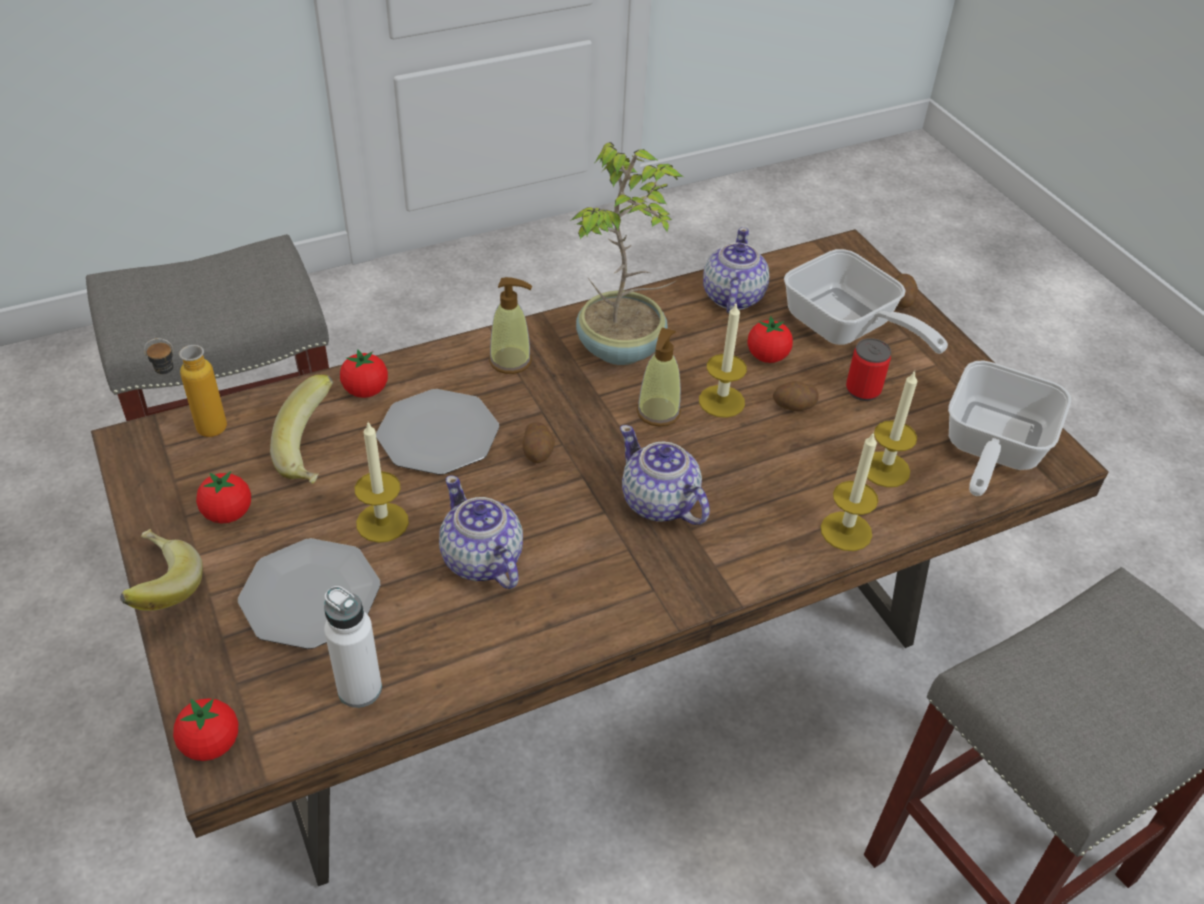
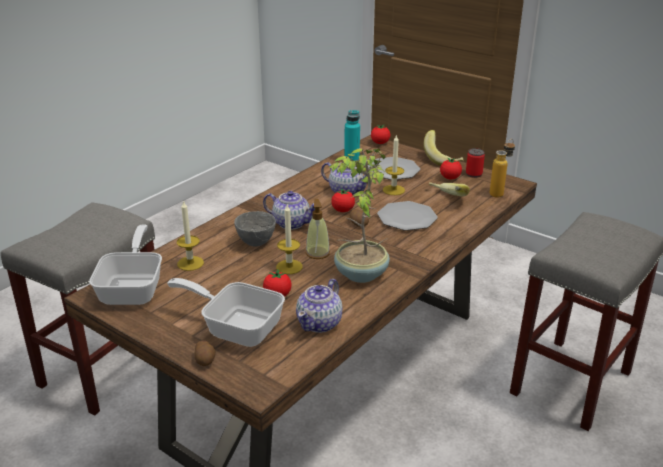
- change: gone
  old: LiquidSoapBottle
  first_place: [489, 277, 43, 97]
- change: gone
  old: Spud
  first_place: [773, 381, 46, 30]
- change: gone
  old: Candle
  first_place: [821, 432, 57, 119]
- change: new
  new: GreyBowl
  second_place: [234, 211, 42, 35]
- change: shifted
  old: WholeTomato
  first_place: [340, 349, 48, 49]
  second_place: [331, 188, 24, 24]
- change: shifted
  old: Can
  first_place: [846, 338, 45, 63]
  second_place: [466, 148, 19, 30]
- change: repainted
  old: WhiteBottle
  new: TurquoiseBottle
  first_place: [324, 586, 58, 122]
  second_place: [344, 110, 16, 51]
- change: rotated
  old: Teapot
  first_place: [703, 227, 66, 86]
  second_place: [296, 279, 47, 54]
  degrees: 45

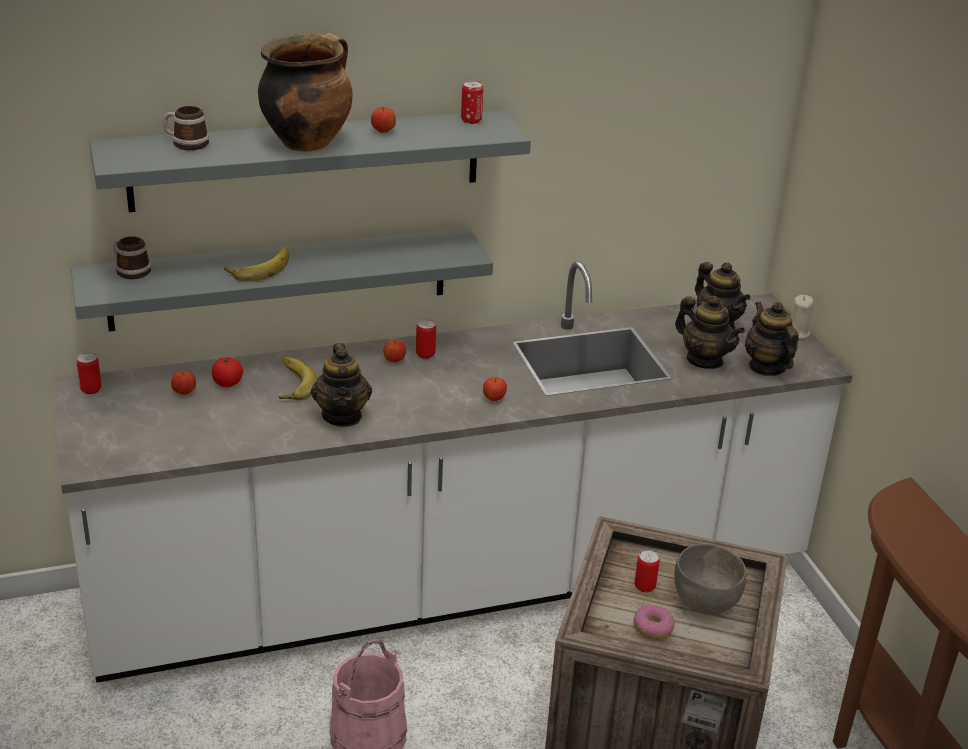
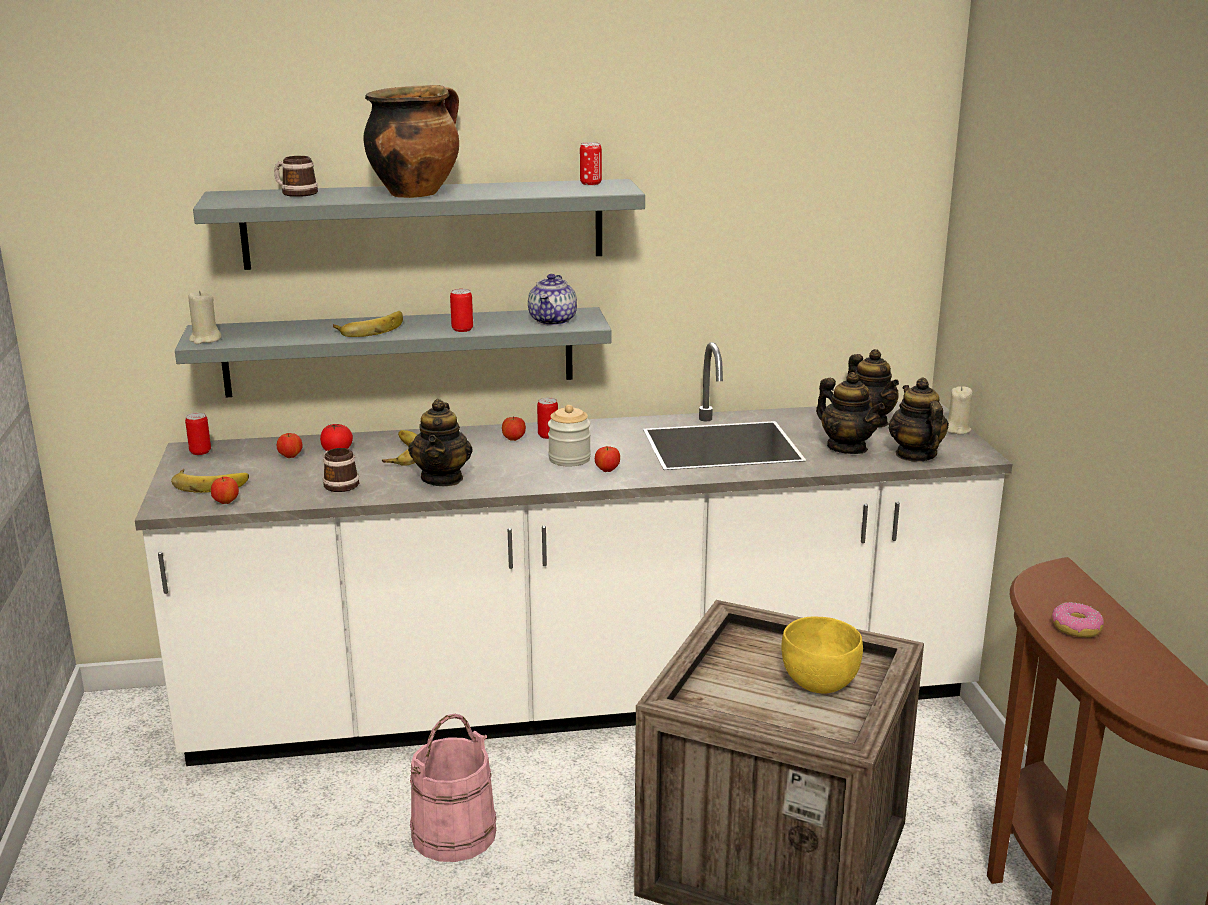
- change: new
  new: WholeBanana
  second_place: [171, 469, 78, 24]
- change: new
  new: BeigeCandle
  second_place: [188, 291, 34, 53]
- change: new
  new: Teapot
  second_place: [528, 274, 49, 52]
- change: new
  new: PreserveJar
  second_place: [548, 405, 43, 61]
- change: shifted
  old: CoffeeMug
  first_place: [113, 236, 38, 43]
  second_place: [323, 448, 36, 44]
- change: shifted
  old: Apple
  first_place: [371, 107, 25, 26]
  second_place: [211, 477, 28, 27]
- change: shifted
  old: Can
  first_place: [634, 550, 26, 42]
  second_place: [450, 289, 23, 43]
- change: shifted
  old: Doughnut
  first_place: [634, 605, 41, 34]
  second_place: [1052, 602, 52, 36]
- change: repainted
  old: GreyBowl
  new: YellowBowl
  first_place: [674, 544, 72, 71]
  second_place: [781, 617, 82, 76]

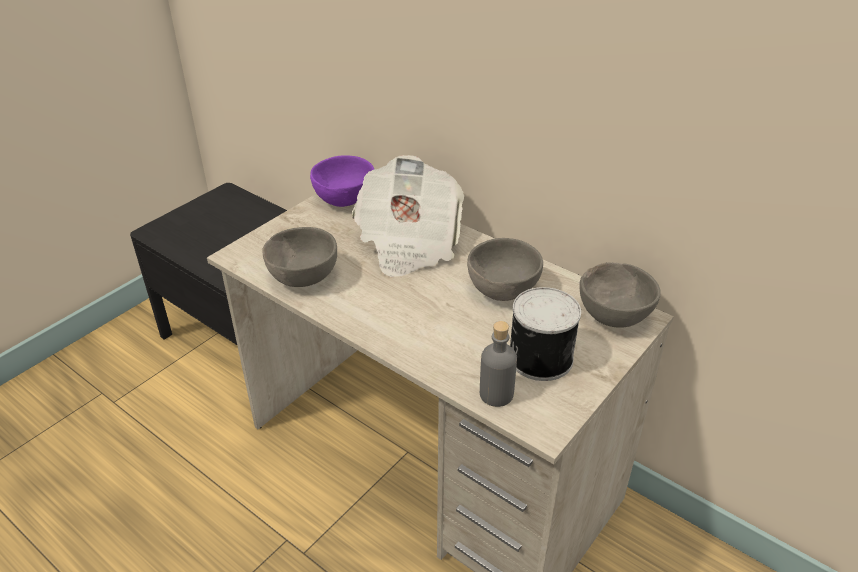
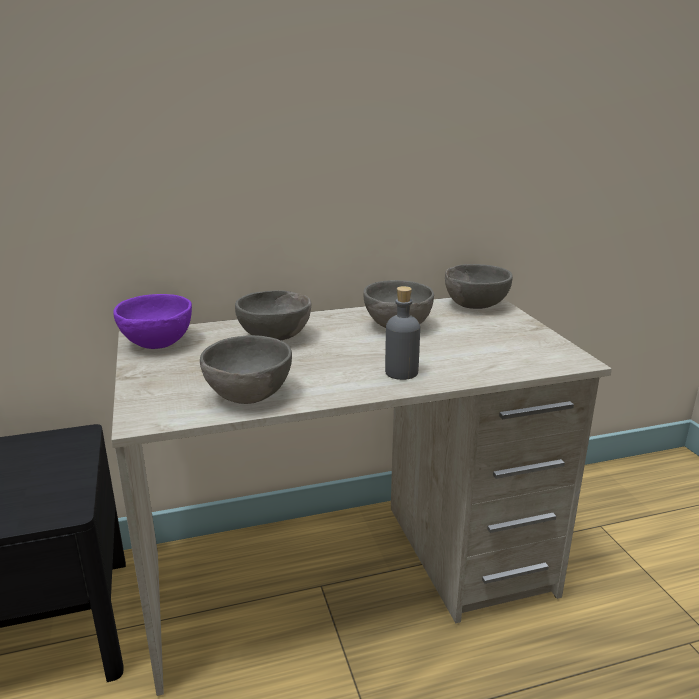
- change: gone
  old: Can
  first_place: [510, 287, 71, 94]
- change: shifted
  old: GreyBottle
  first_place: [480, 321, 37, 86]
  second_place: [385, 286, 35, 94]
- change: swapped
  old: Newspaper
  new: GreyBowl
  first_place: [352, 155, 112, 122]
  second_place: [235, 290, 77, 50]

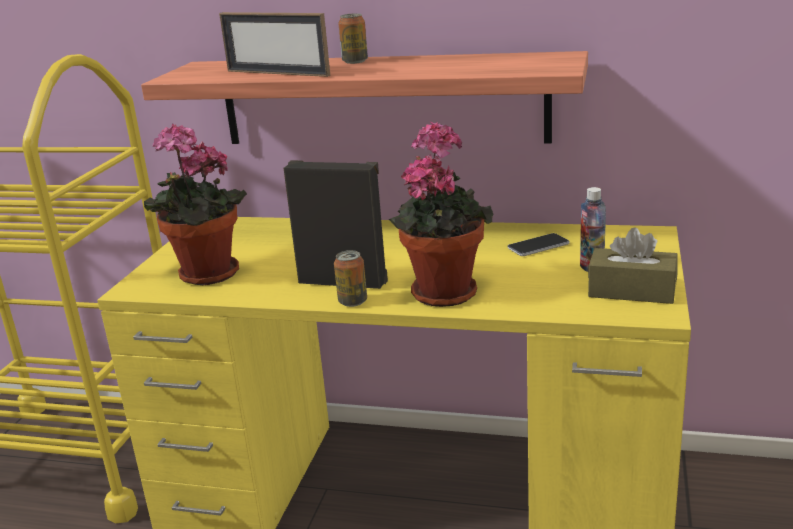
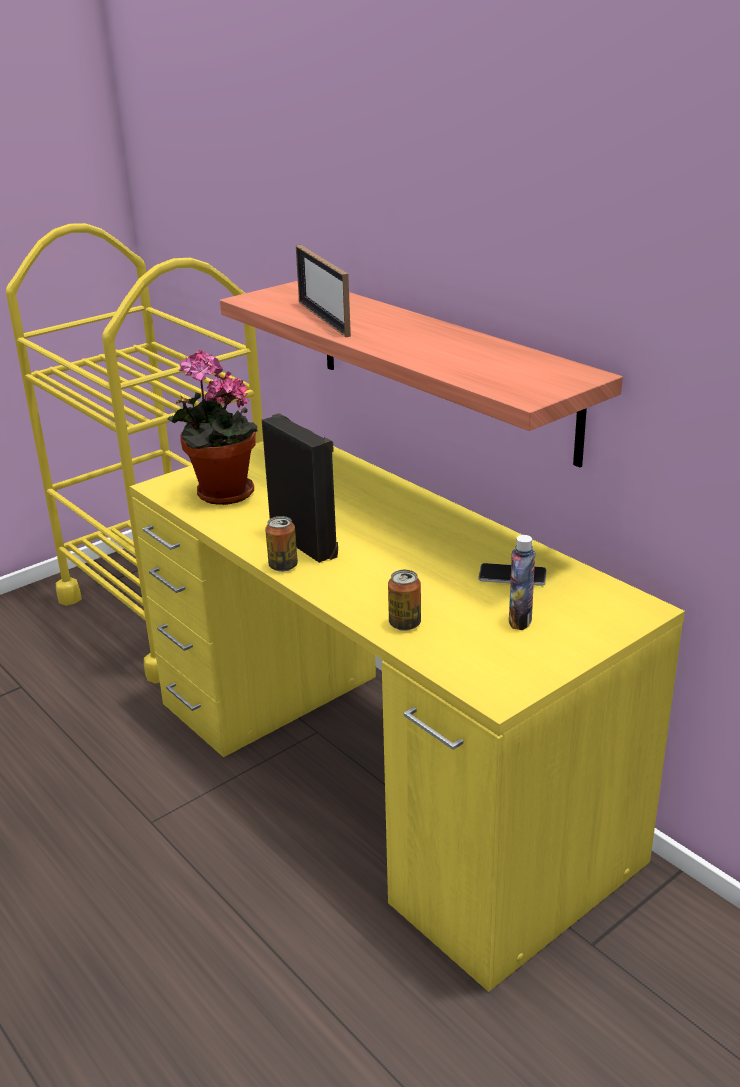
- change: gone
  old: PottedPlant
  first_place: [389, 122, 104, 185]
- change: gone
  old: BrownTissueBox
  first_place: [588, 227, 90, 77]
- change: shifted
  old: Can
  first_place: [338, 13, 30, 51]
  second_place: [388, 570, 33, 61]

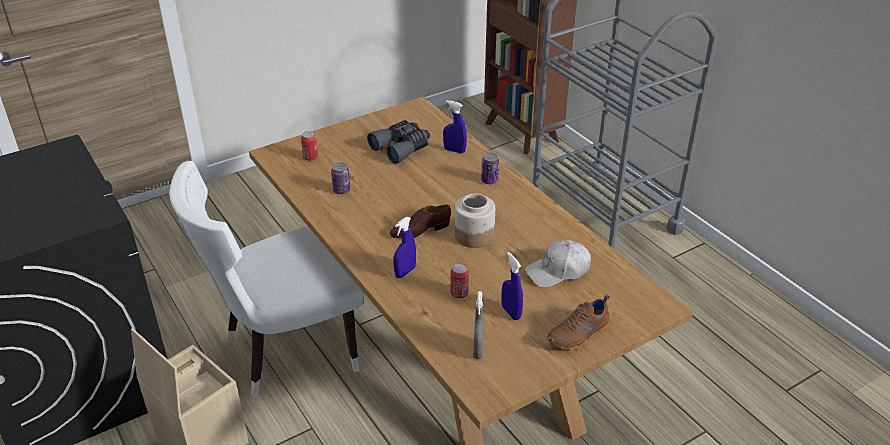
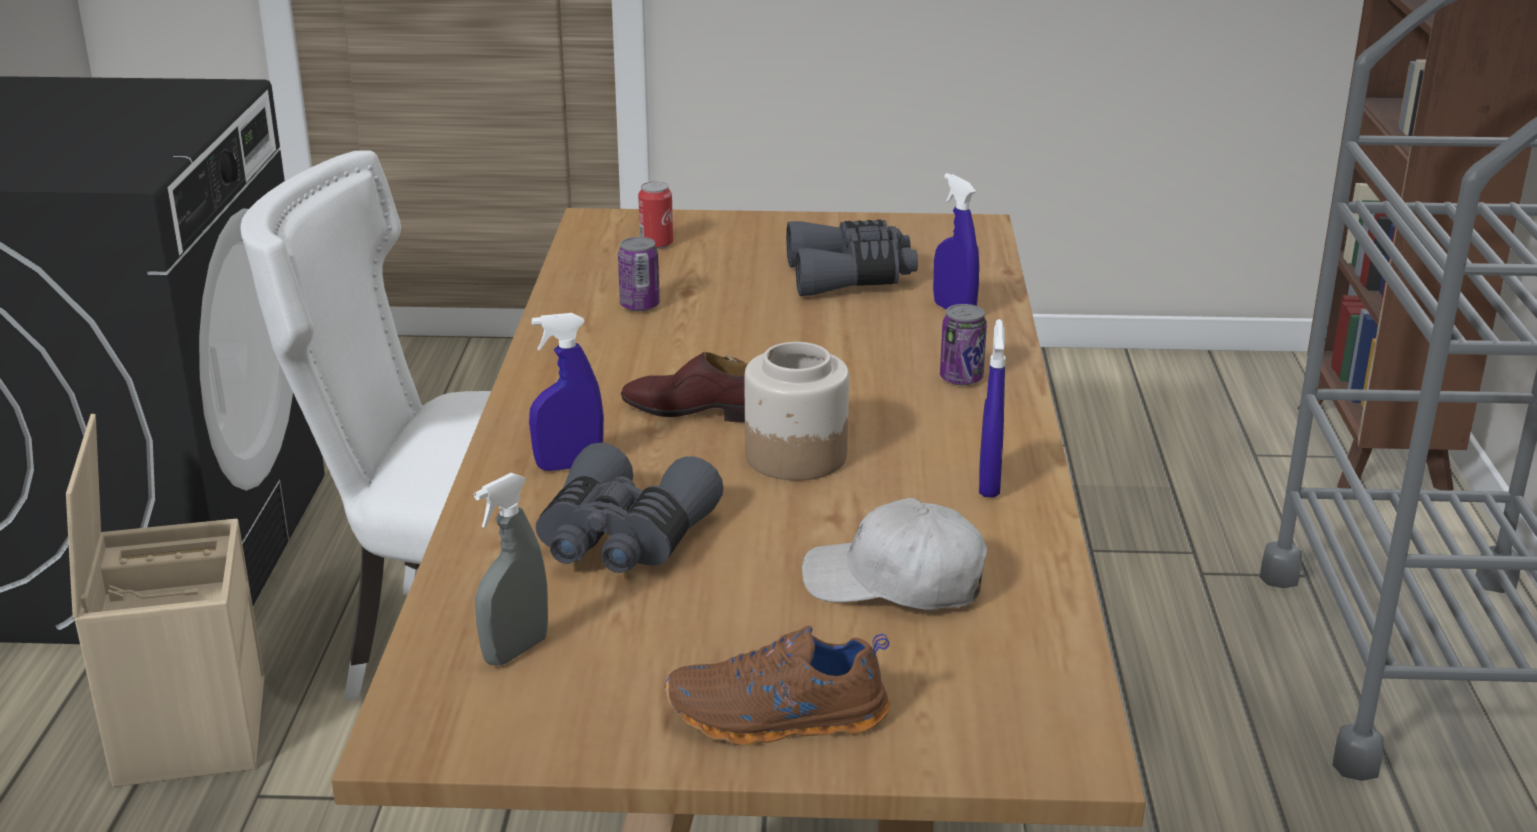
- change: shifted
  old: BluishSprayer
  first_place: [501, 252, 22, 68]
  second_place: [979, 319, 27, 179]
- change: swapped
  old: Can
  new: GreyBinoculars
  first_place: [450, 264, 19, 35]
  second_place: [536, 443, 187, 130]

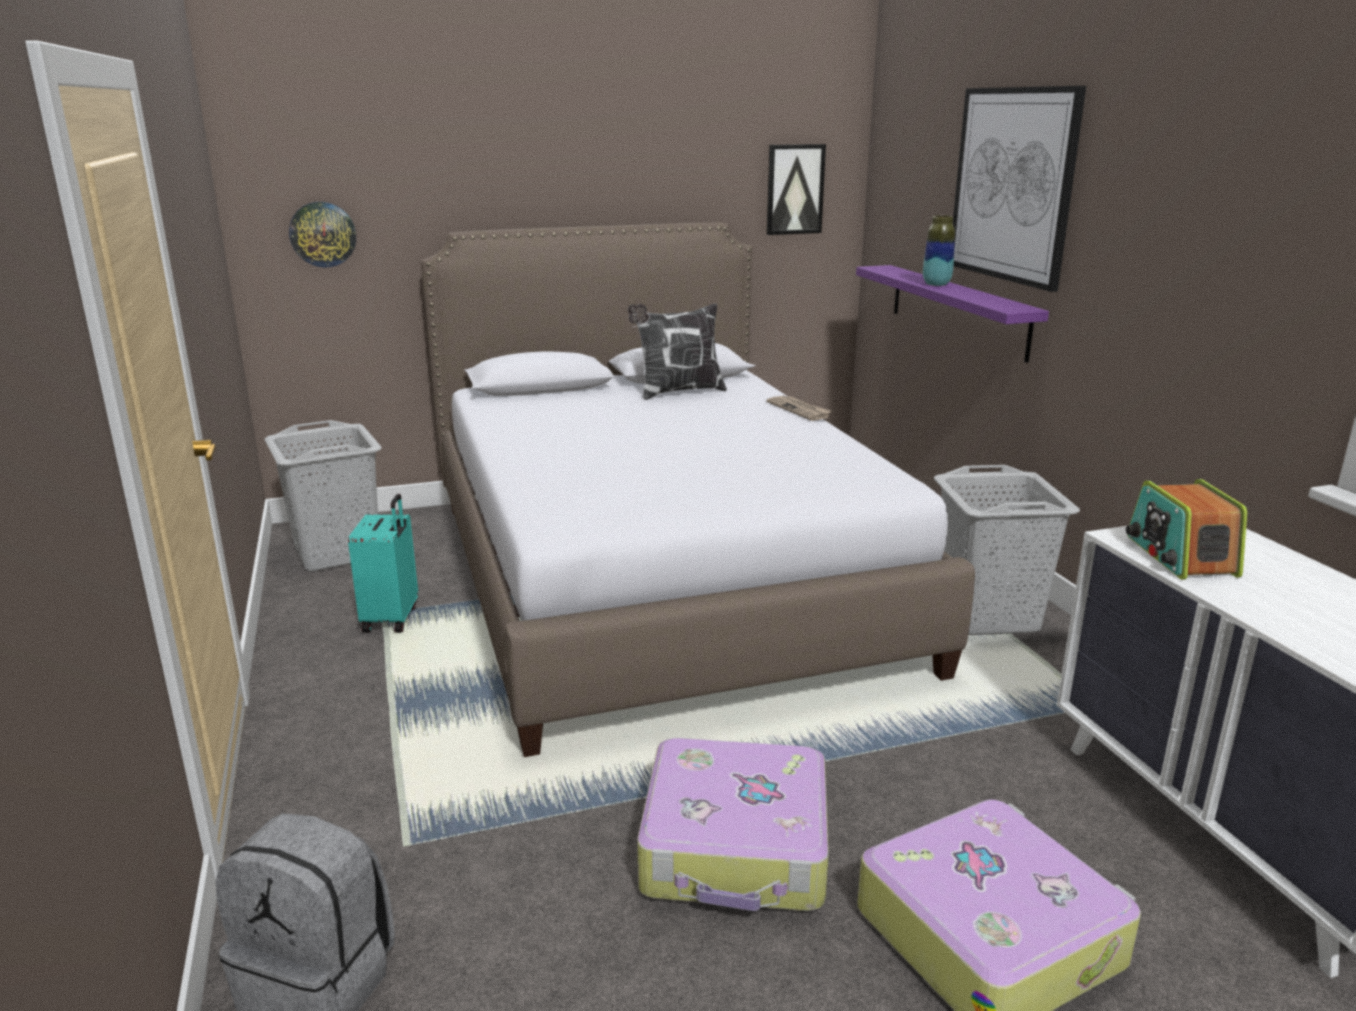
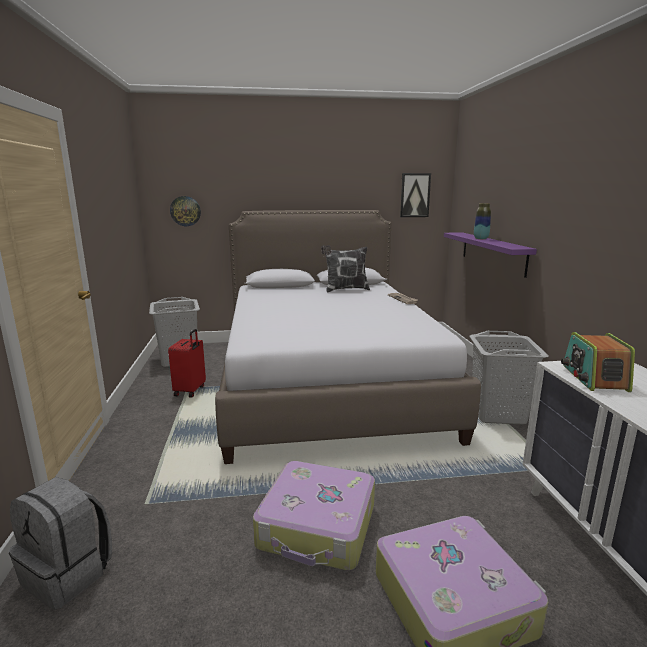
- change: gone
  old: Picture
  first_place: [953, 86, 133, 206]
- change: repainted
  old: TurquoisePieceOfLuggage
  new: ReddishPieceOfLuggage
  first_place: [348, 494, 70, 139]
  second_place: [168, 329, 38, 69]

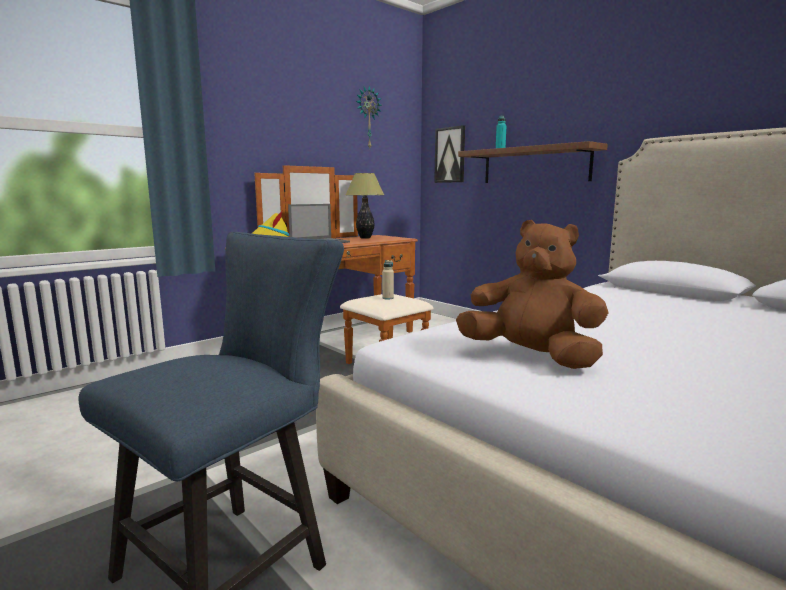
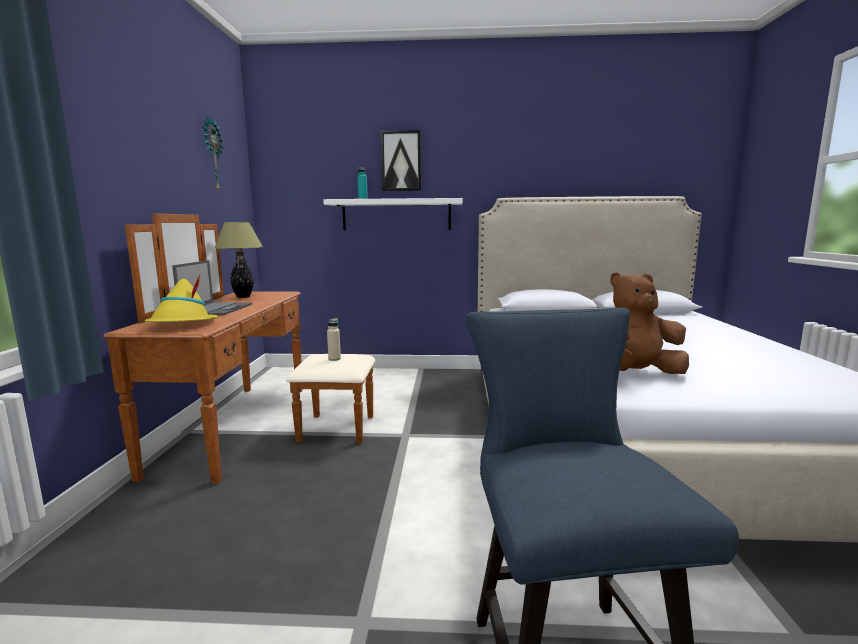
- change: shifted
  old: Picture
  first_place: [434, 125, 31, 58]
  second_place: [381, 130, 40, 61]
- change: repainted
  old: BrownBracketShelf
  new: WhiteBracketShelf
  first_place: [458, 141, 150, 42]
  second_place: [323, 198, 140, 32]

